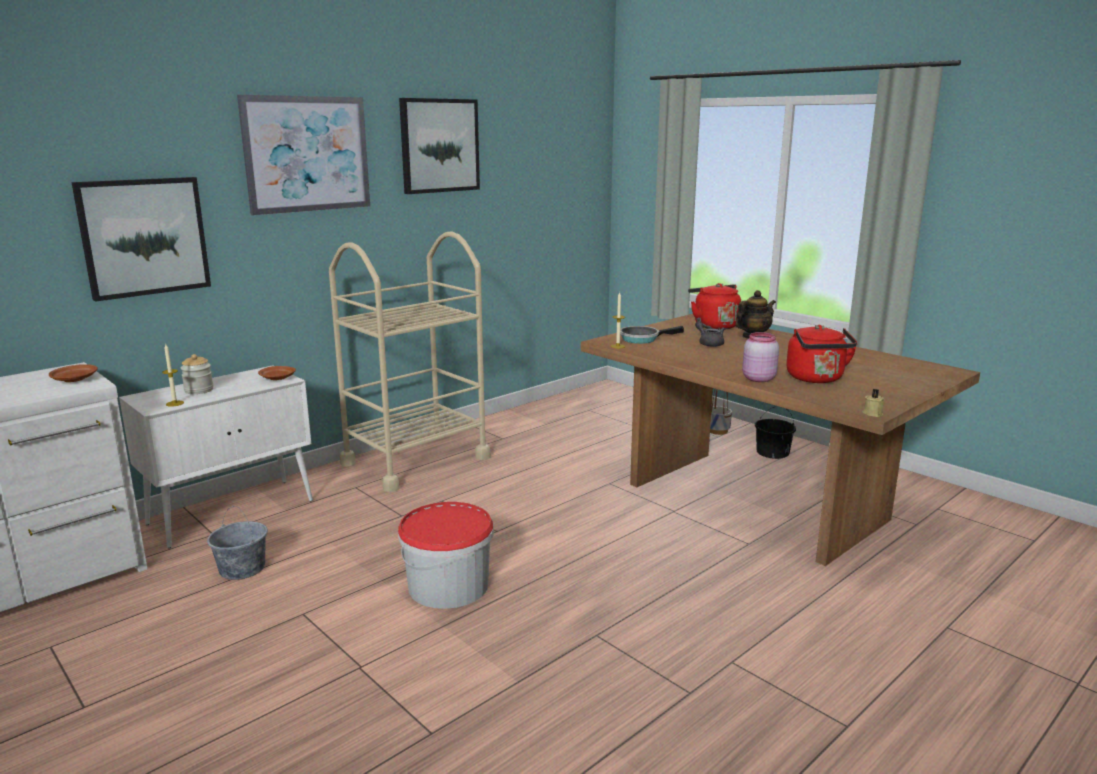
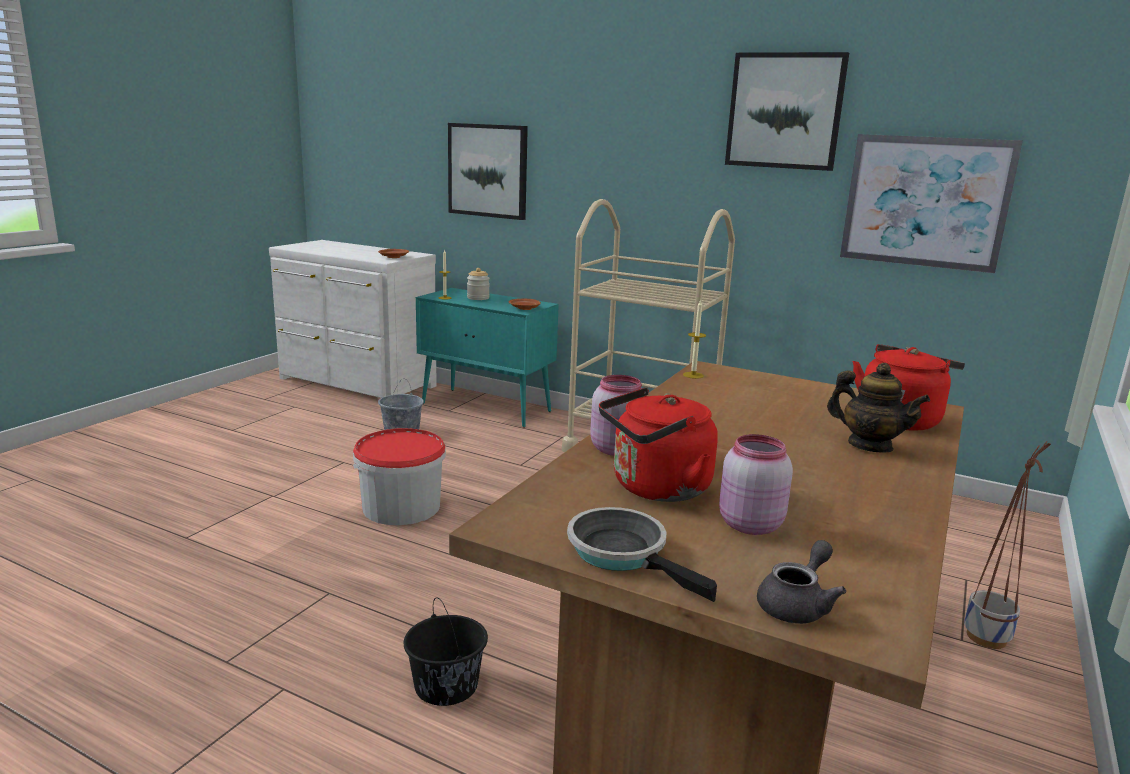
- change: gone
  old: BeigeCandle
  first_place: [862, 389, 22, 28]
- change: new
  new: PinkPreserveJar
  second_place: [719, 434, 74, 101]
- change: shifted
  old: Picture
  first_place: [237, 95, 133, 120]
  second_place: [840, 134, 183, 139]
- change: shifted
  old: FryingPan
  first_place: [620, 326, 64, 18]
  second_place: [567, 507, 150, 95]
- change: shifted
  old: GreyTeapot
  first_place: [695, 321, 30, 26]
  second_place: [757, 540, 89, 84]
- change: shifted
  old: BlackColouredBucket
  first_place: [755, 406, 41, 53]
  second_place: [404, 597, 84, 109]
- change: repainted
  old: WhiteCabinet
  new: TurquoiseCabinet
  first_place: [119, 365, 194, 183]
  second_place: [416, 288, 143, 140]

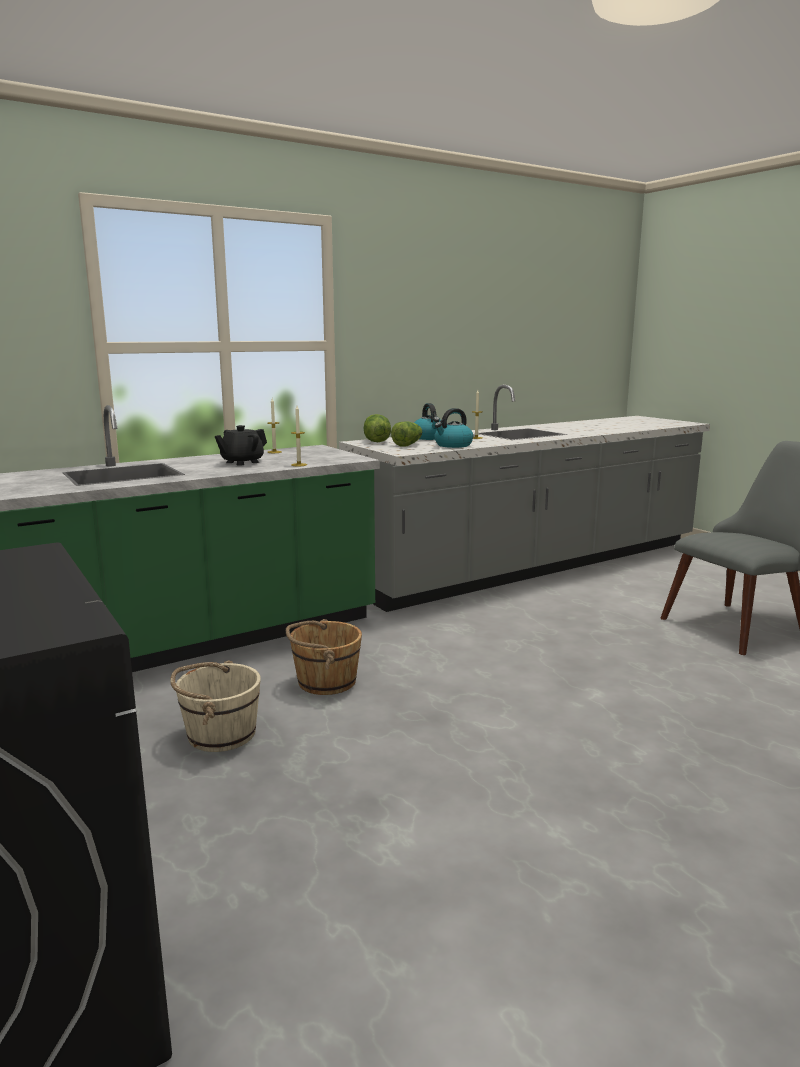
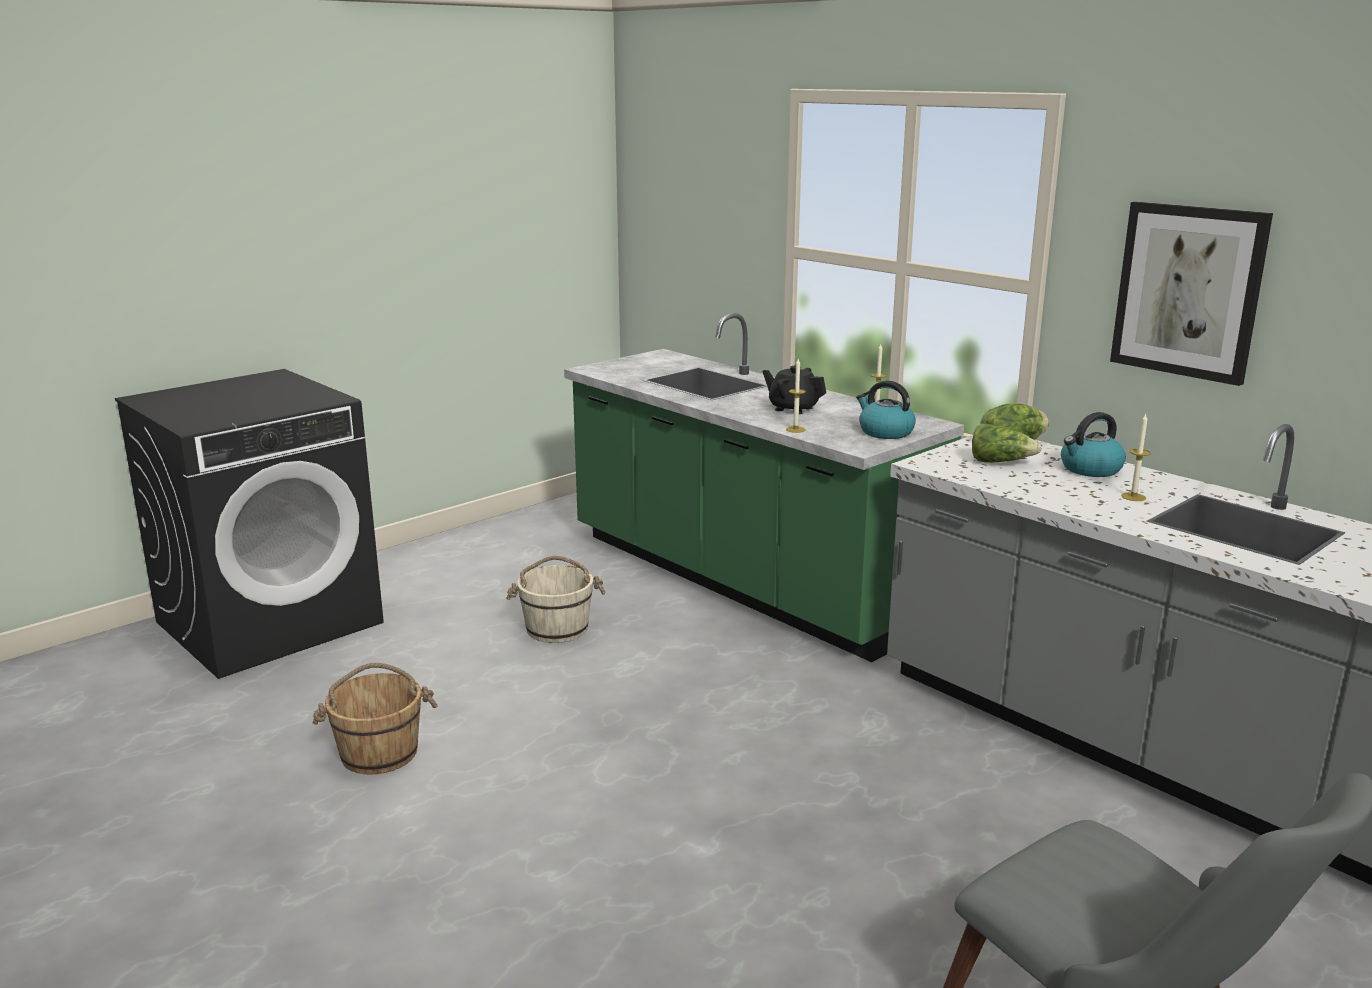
- change: new
  new: Picture
  second_place: [1110, 202, 163, 184]
- change: shifted
  old: BrownBucket
  first_place: [286, 619, 76, 76]
  second_place: [313, 663, 125, 112]
- change: shifted
  old: TeaKettle
  first_place: [435, 408, 38, 40]
  second_place: [856, 381, 60, 58]

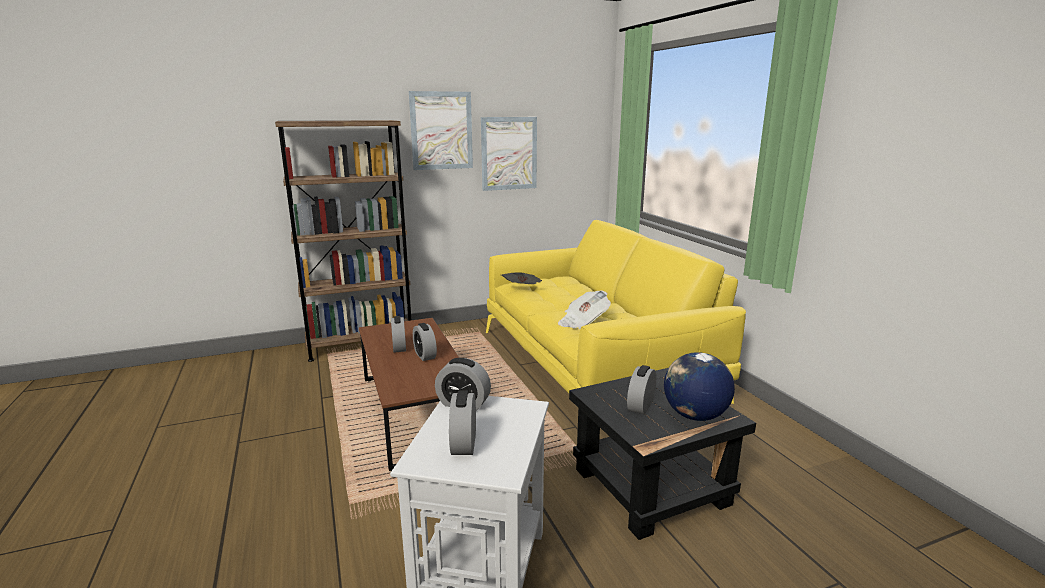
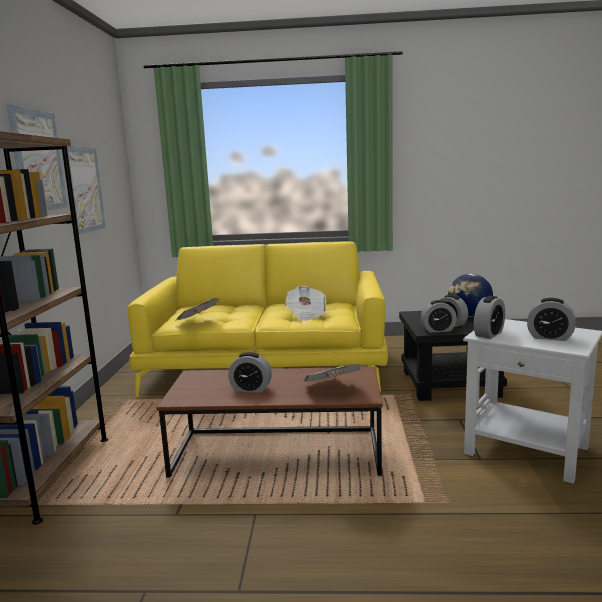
- change: new
  new: Newspaper
  second_place: [303, 364, 58, 18]
- change: shifted
  old: TableClock
  first_place: [413, 323, 24, 38]
  second_place: [421, 300, 36, 33]

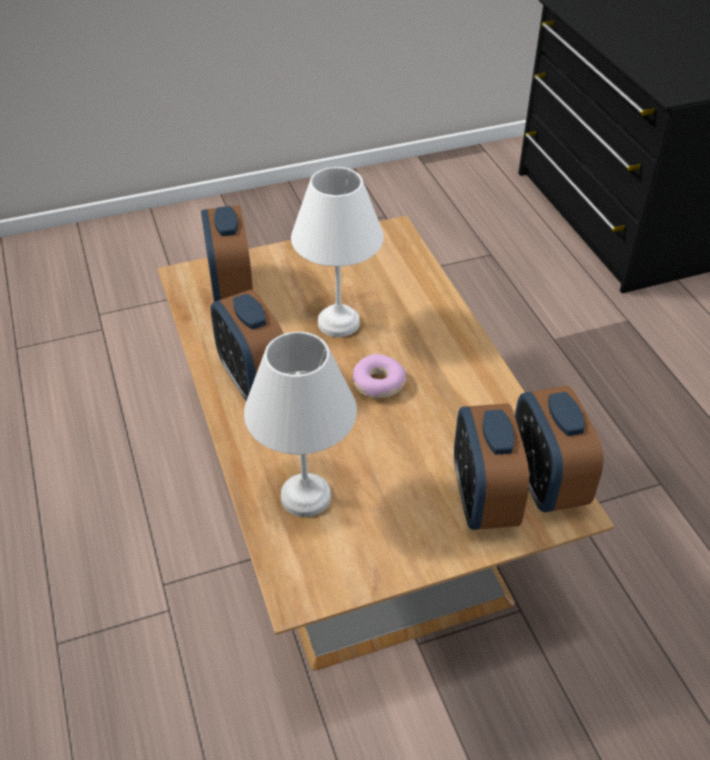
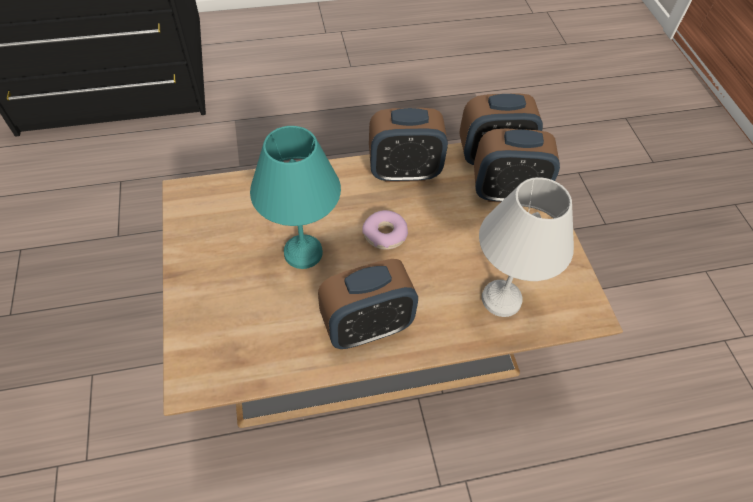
- change: shifted
  old: TableClock
  first_place: [201, 205, 52, 97]
  second_place: [369, 108, 79, 74]
- change: repainted
  old: WhiteLampForATable
  new: TurquoiseLampForATable
  first_place: [291, 167, 93, 170]
  second_place: [250, 126, 91, 143]

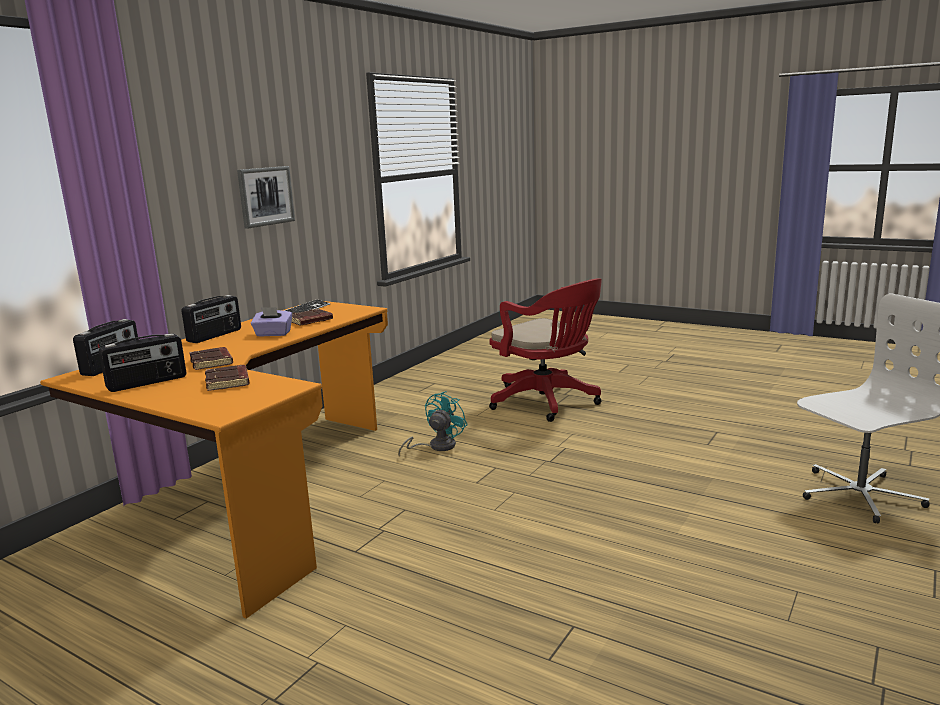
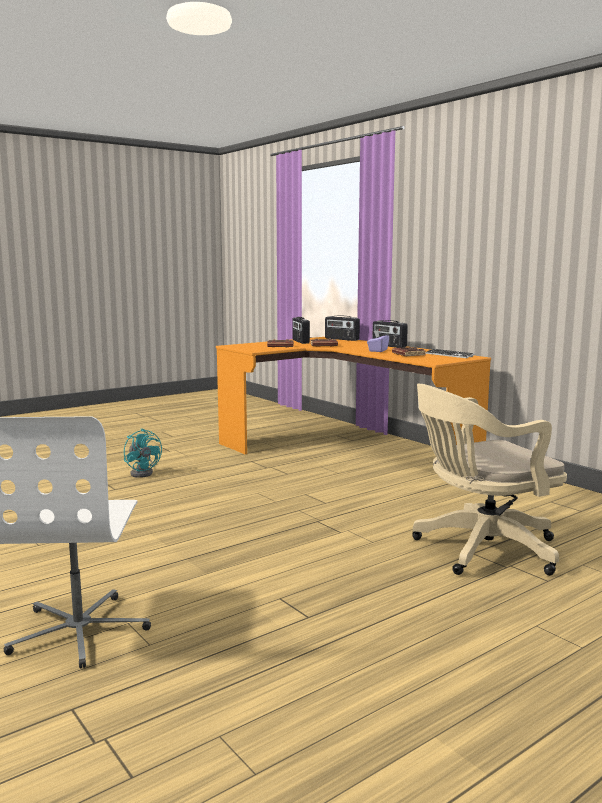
- change: gone
  old: Picture
  first_place: [237, 166, 58, 63]
- change: shifted
  old: TurquoiseElectricFan
  first_place: [398, 391, 70, 64]
  second_place: [124, 429, 38, 49]
- change: repainted
  old: ReddishDeskChair
  new: BeigeDeskChair
  first_place: [489, 279, 113, 143]
  second_place: [412, 384, 155, 192]

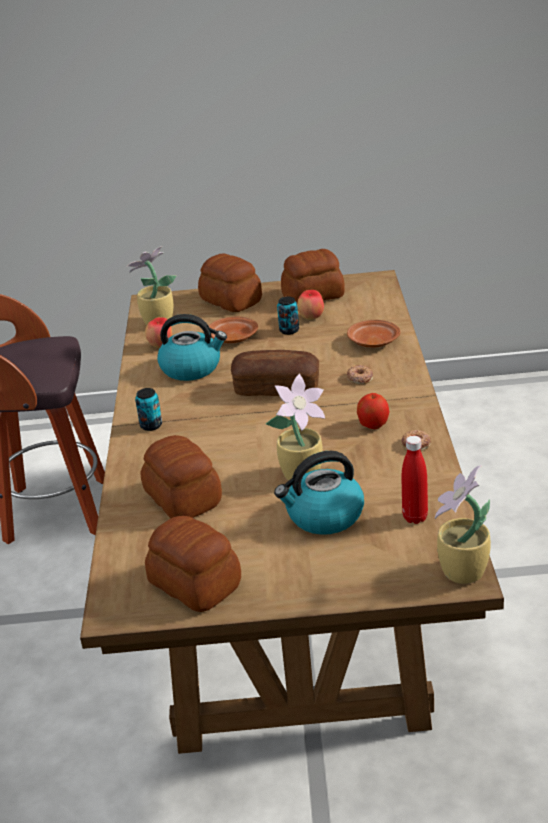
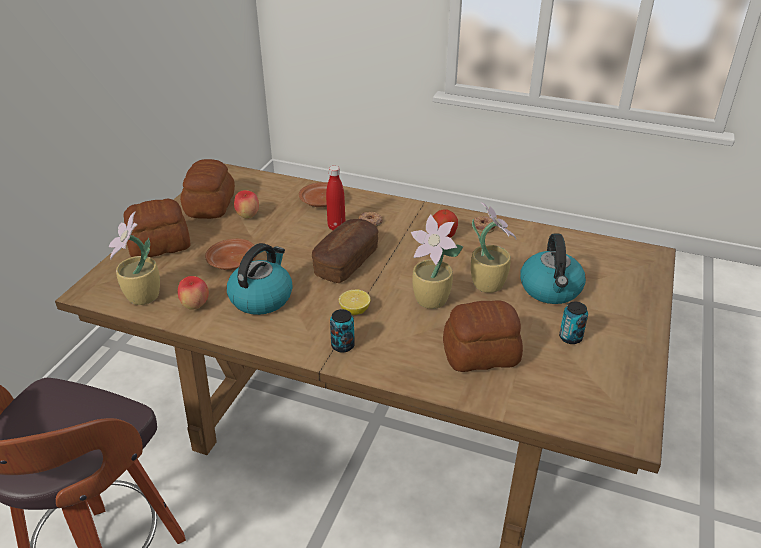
- change: gone
  old: BakeryBread
  first_place: [145, 516, 96, 96]
- change: new
  new: WholeLemon
  second_place: [339, 289, 31, 26]
- change: shifted
  old: Can
  first_place: [277, 297, 22, 38]
  second_place: [559, 302, 29, 42]
- change: shifted
  old: ReddishBottle
  first_place: [401, 436, 27, 88]
  second_place: [326, 166, 19, 64]
- change: shifted
  old: PottedPlant
  first_place: [435, 465, 56, 119]
  second_place: [411, 215, 52, 94]

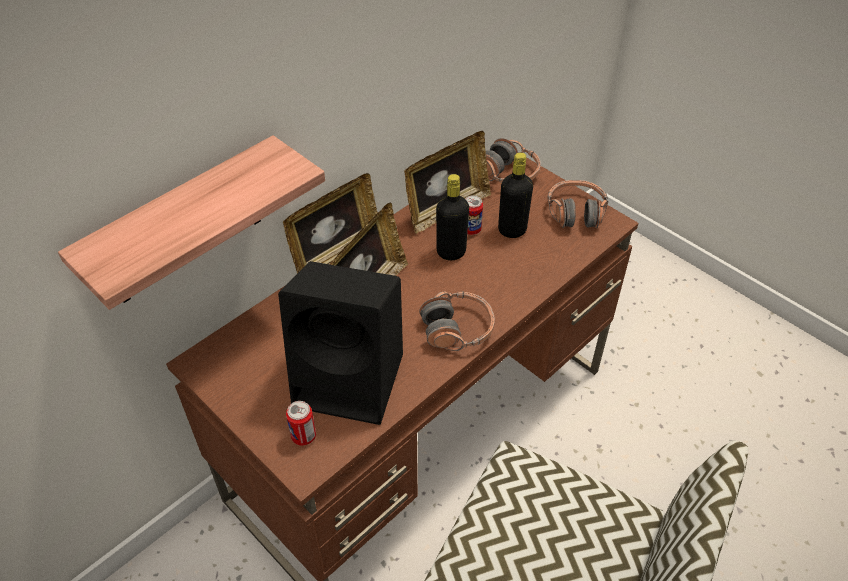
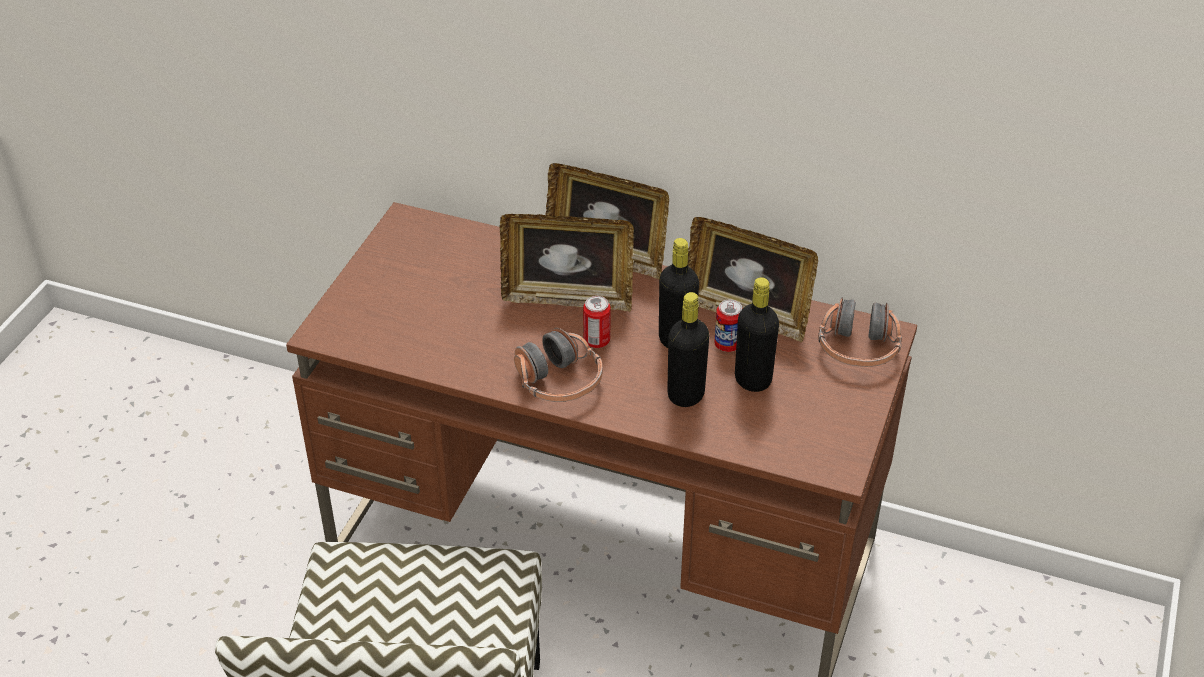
- change: gone
  old: BracketShelf
  first_place: [58, 135, 267, 175]
- change: gone
  old: BlackColouredSpeaker
  first_place: [278, 261, 125, 164]
- change: gone
  old: PairOfHeadphones
  first_place: [547, 180, 61, 48]
- change: new
  new: BlackColouredBottle
  second_place: [667, 292, 42, 115]
- change: shifted
  old: Can
  first_place: [286, 401, 30, 44]
  second_place: [583, 296, 27, 52]

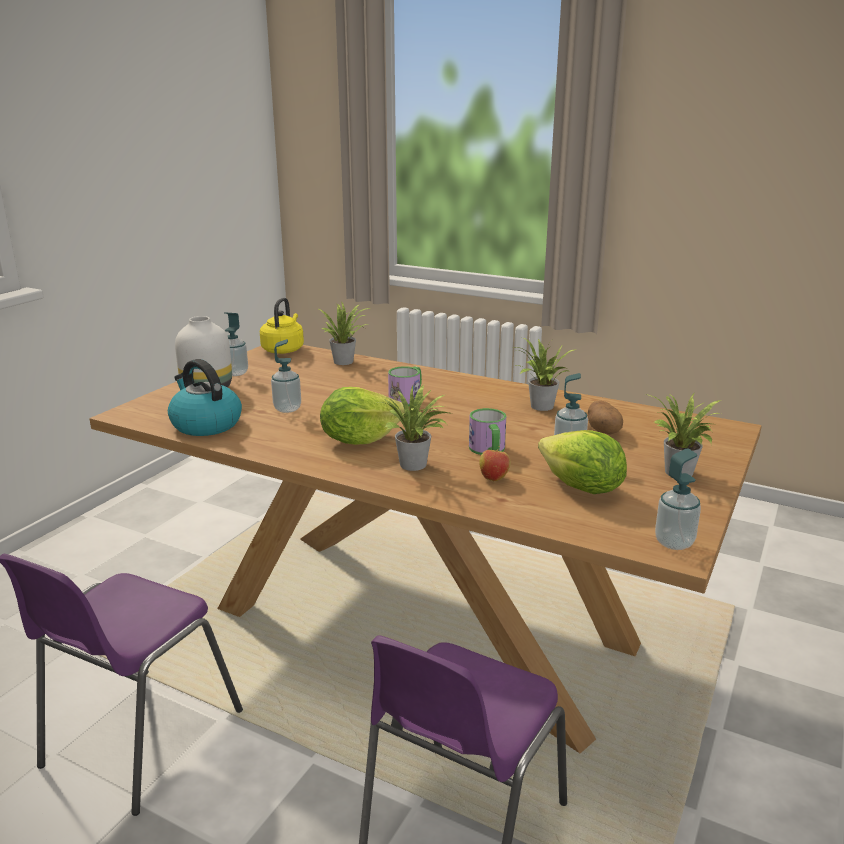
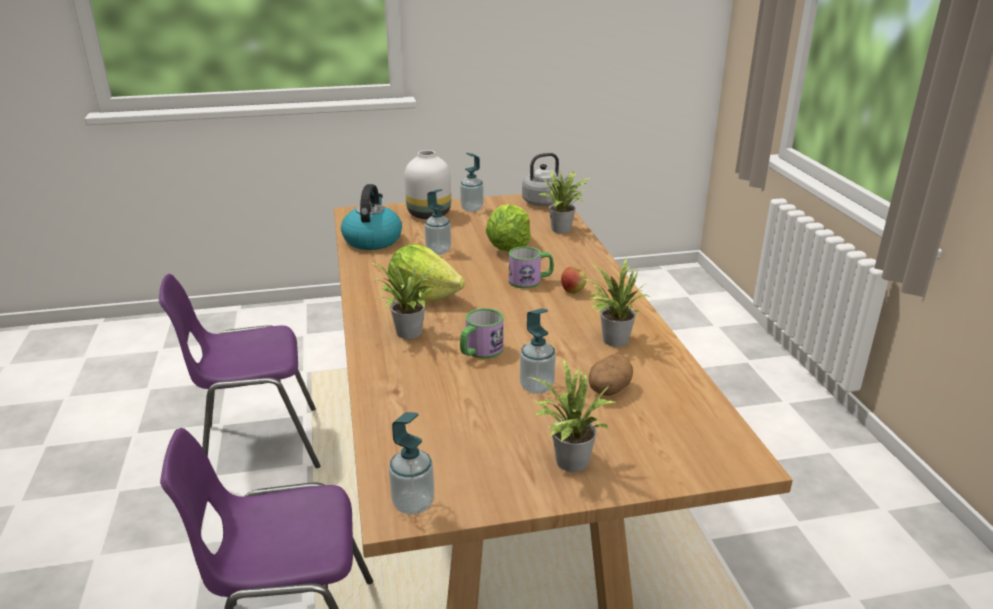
- change: shifted
  old: Apple
  first_place: [479, 446, 31, 35]
  second_place: [561, 266, 26, 28]
- change: shifted
  old: Lettuce
  first_place: [538, 430, 89, 64]
  second_place: [486, 204, 45, 48]
- change: repainted
  old: YellowTeaKettle
  new: GreyTeaKettle
  first_place: [260, 297, 44, 57]
  second_place: [522, 153, 52, 53]

